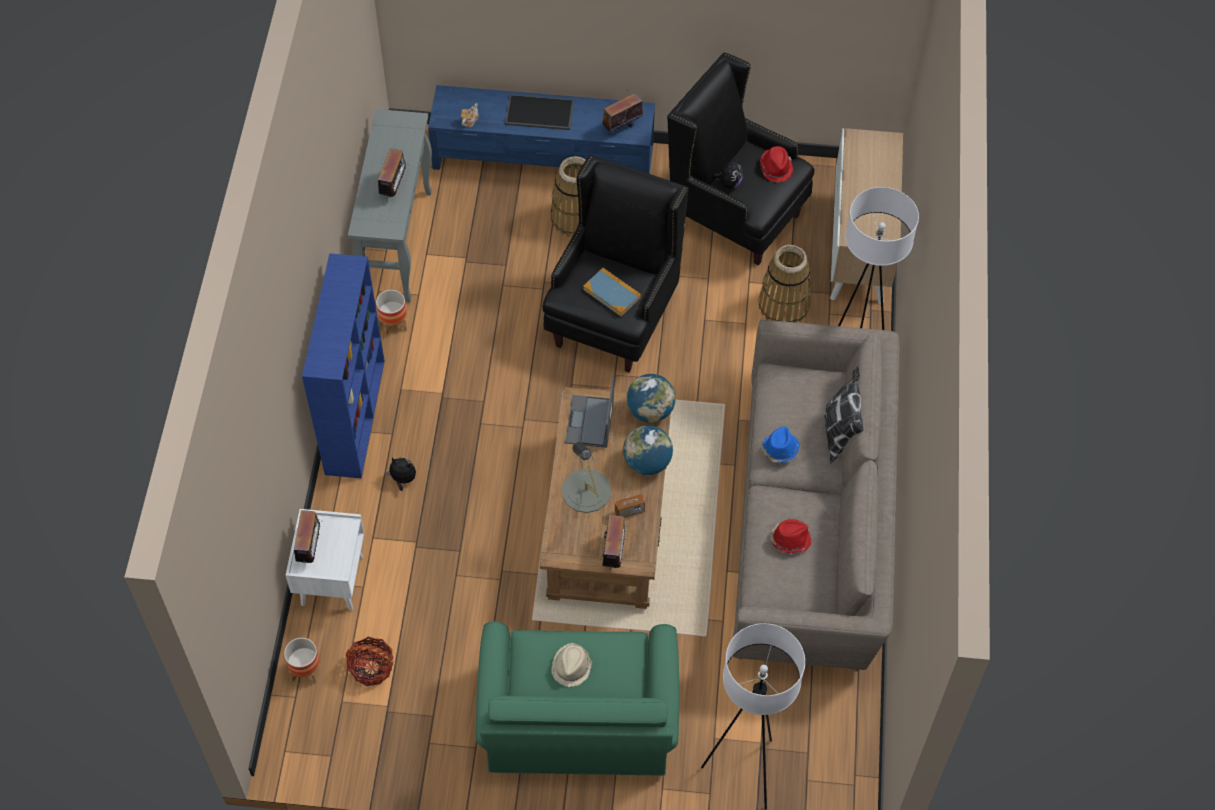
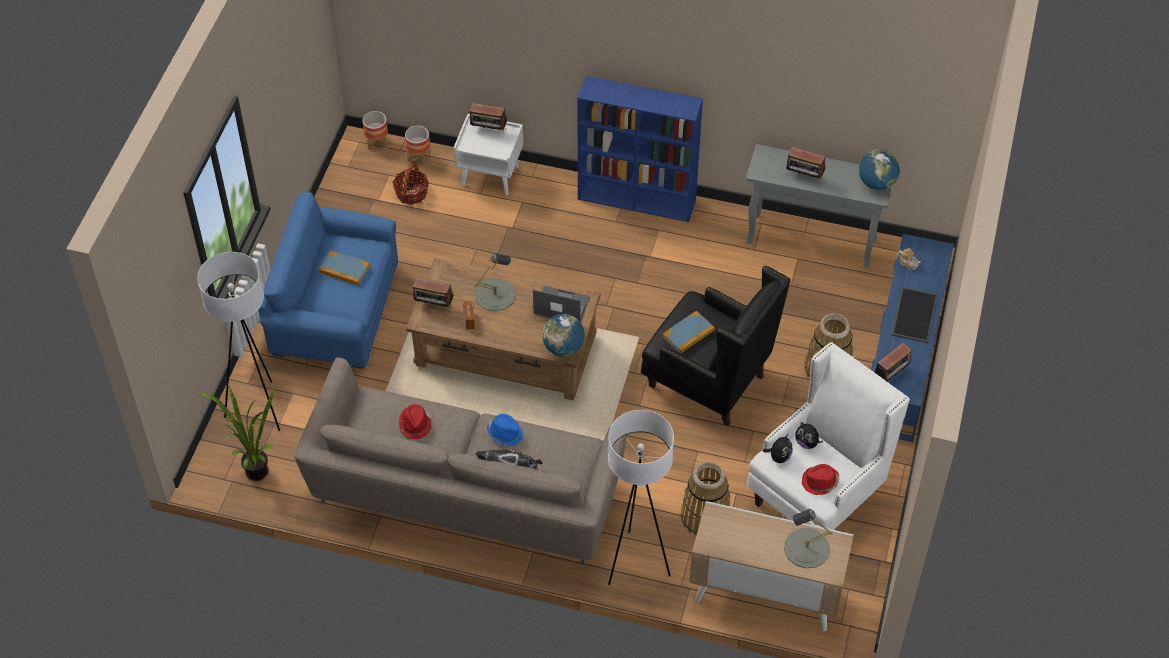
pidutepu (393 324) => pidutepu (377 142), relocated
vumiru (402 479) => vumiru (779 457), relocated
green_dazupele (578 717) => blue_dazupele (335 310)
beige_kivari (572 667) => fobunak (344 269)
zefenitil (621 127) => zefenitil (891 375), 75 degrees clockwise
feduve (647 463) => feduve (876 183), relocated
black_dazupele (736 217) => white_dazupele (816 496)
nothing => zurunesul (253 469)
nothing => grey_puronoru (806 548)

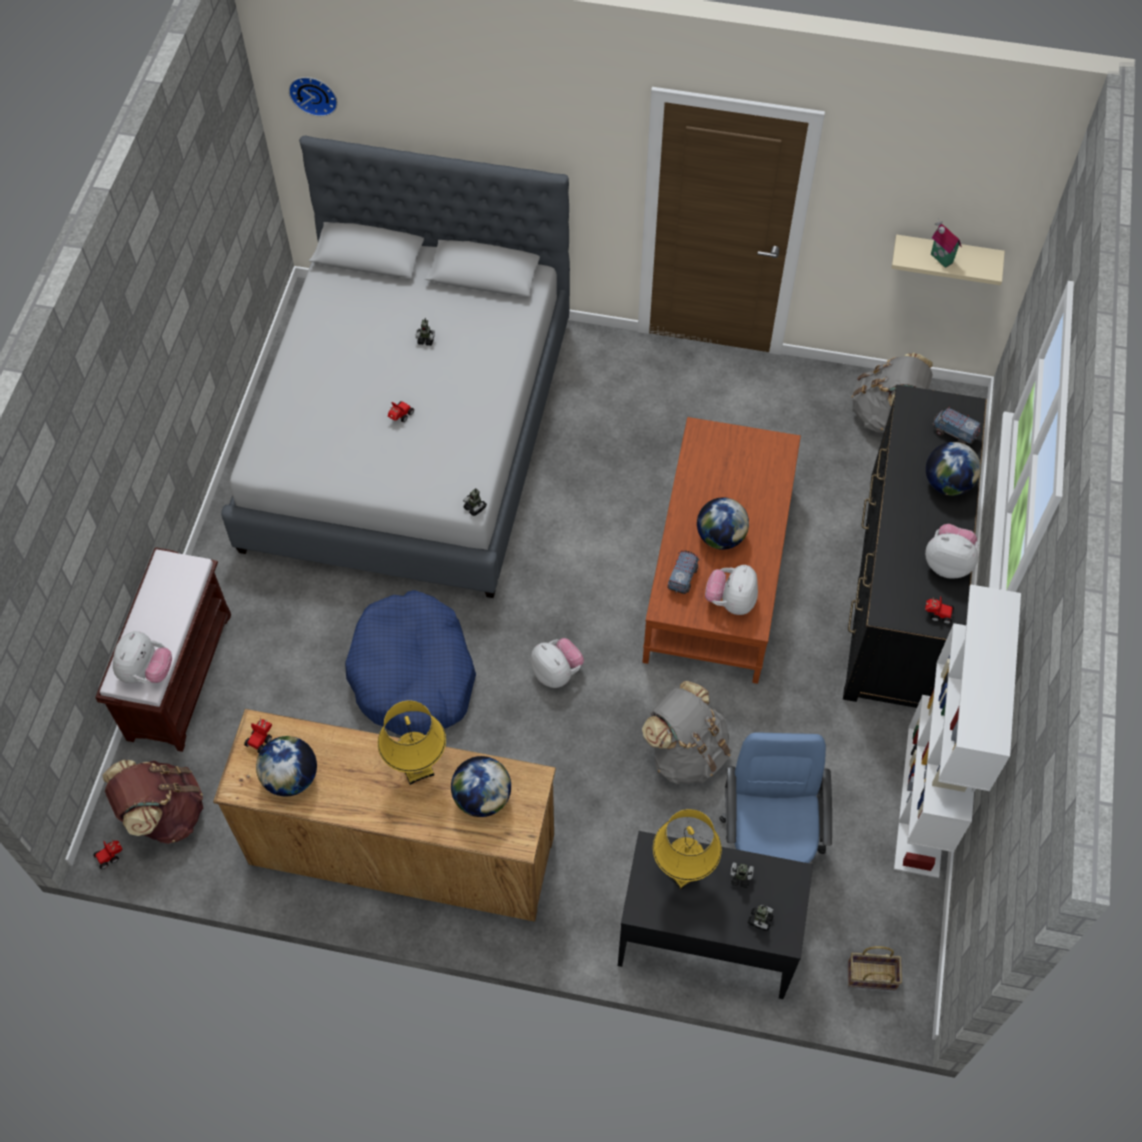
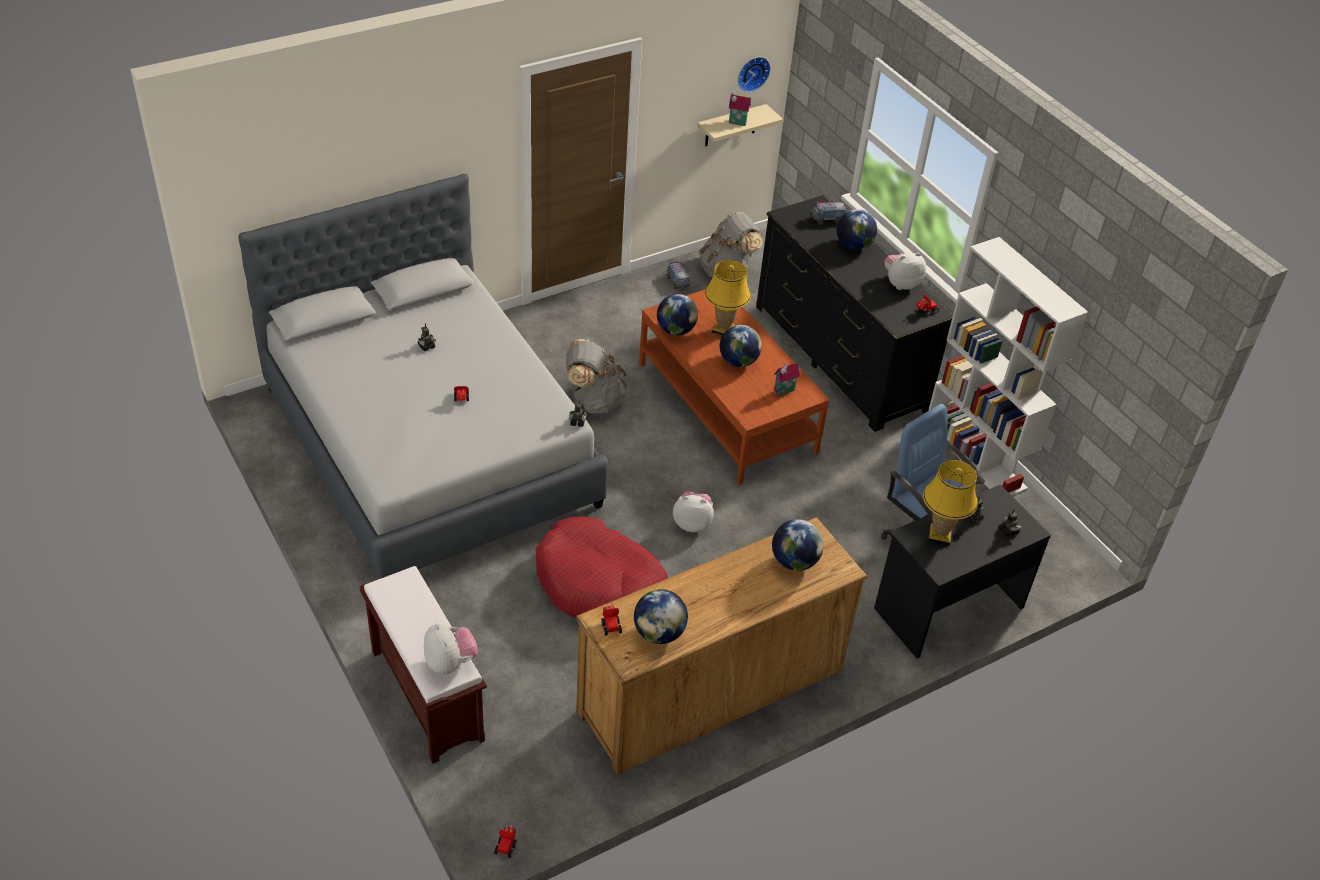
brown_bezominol (164 814) => nothing
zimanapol (314 93) => zimanapol (752 72), relocated
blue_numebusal (413 675) => red_numebusal (599 584)
yellow_puronoru (417 769) => yellow_puronoru (723 330), relocated
grey_bezominol (686 753) => grey_bezominol (594 400), relocated
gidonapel (682 577) => gidonapel (677 282), relocated
vumiru (731 601) => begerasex (784 391)
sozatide (870 977) => nothing
nothing => feduve (676 330)

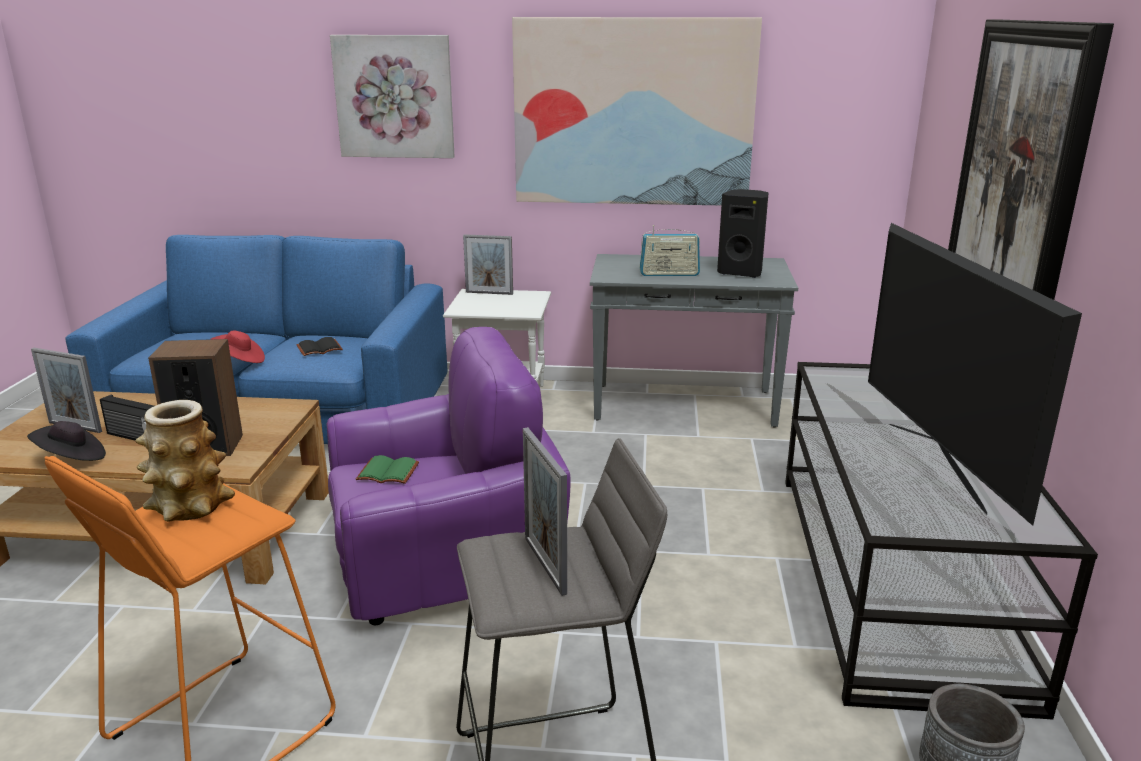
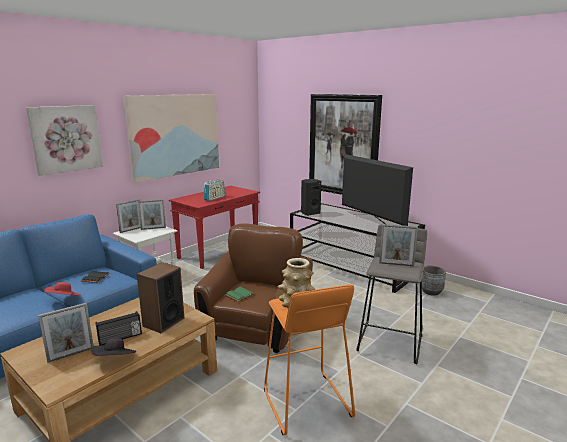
purple_dazupele (445 563) => brown_dazupele (257 326)
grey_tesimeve (685 405) => red_tesimeve (219 252)
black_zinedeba (741 272) => black_zinedeba (310 213), relocated
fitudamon (936 464) => fitudamon (370 222), 150 degrees counterclockwise
nothing => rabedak (153 228)

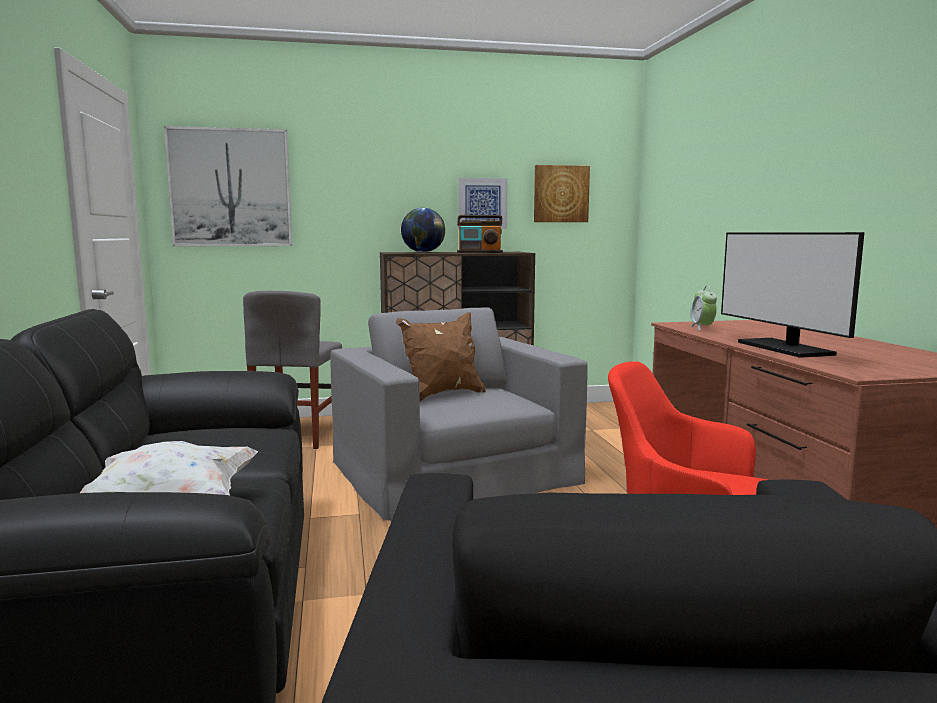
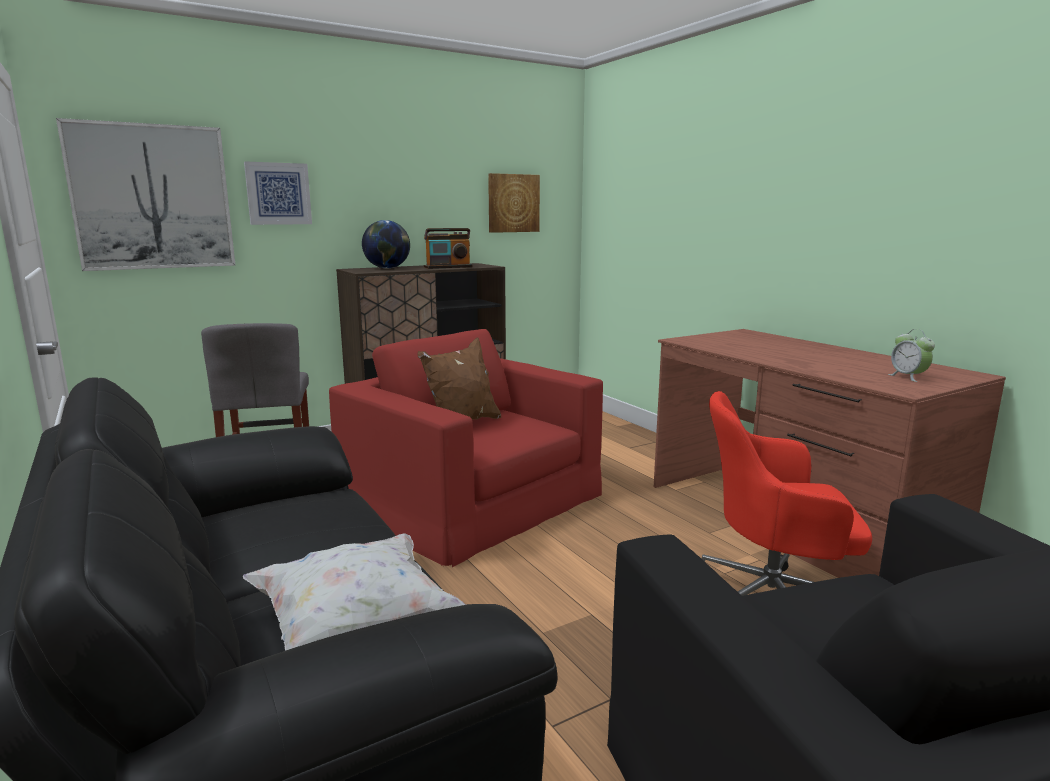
grey_dazupele (454 471) => red_dazupele (471 499)
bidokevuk (482 203) => bidokevuk (278 194), relocated
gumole (702 328) => gumole (908 377), relocated
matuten (784 348) => nothing

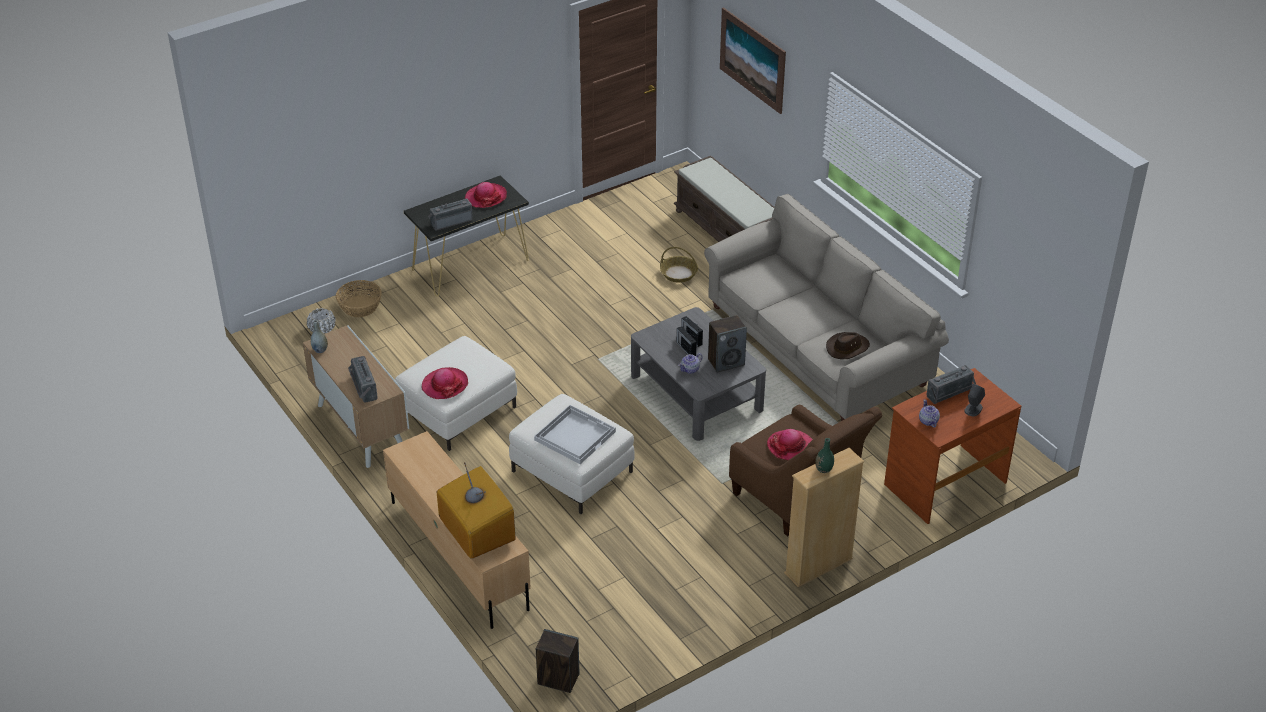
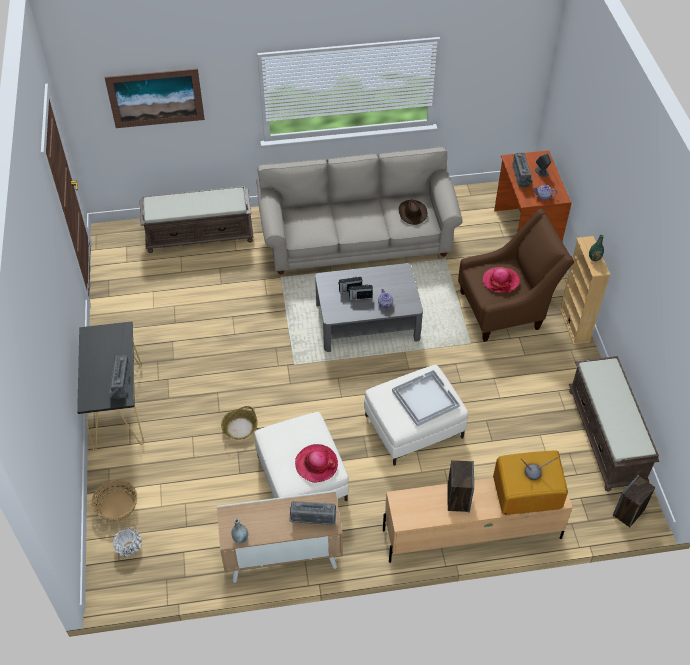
kivari (486 197) => nothing
sozatide (679 273) => sozatide (240 427), relocated
zinedeba (726 362) => zinedeba (458 498), relocated
nothing => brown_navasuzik (606 437)

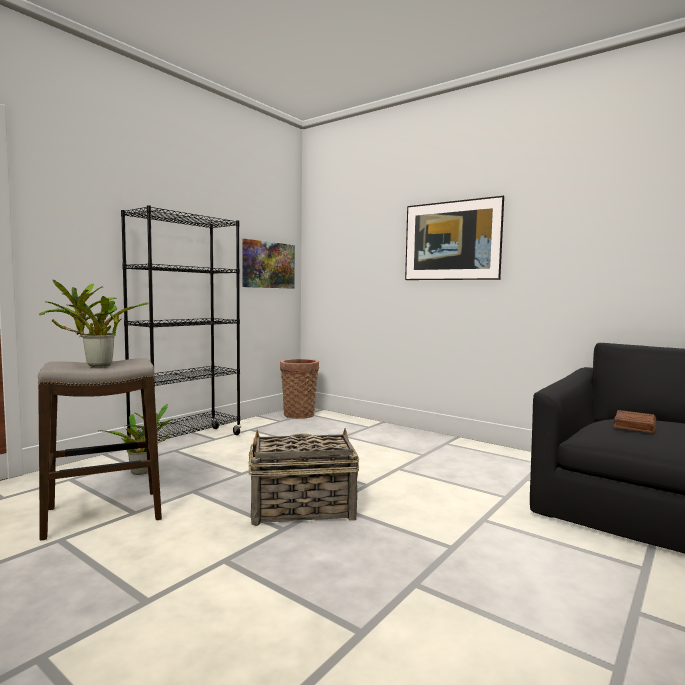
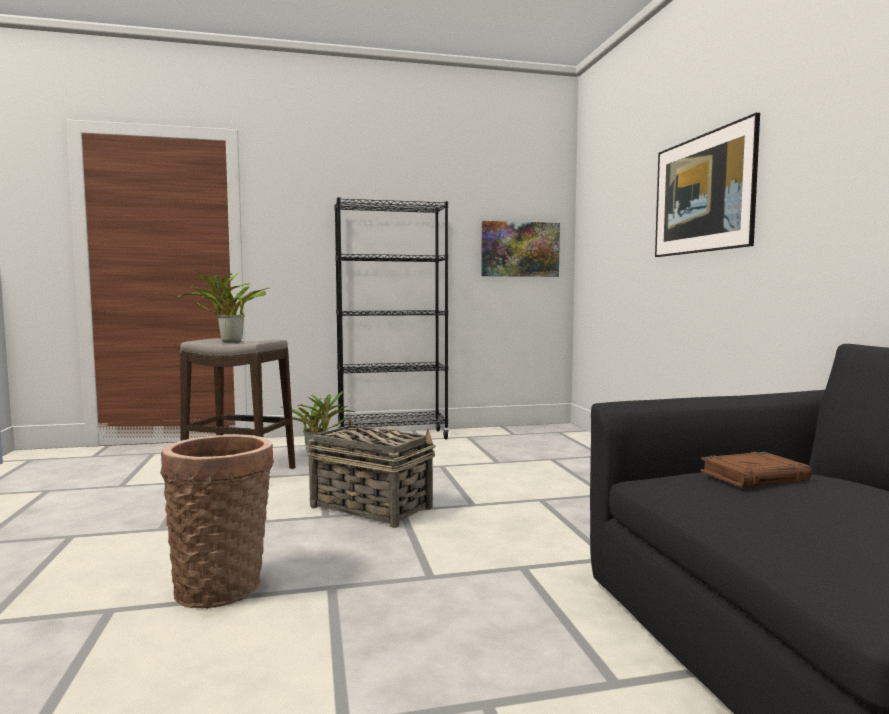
sozatide (299 414) => sozatide (223 585), relocated

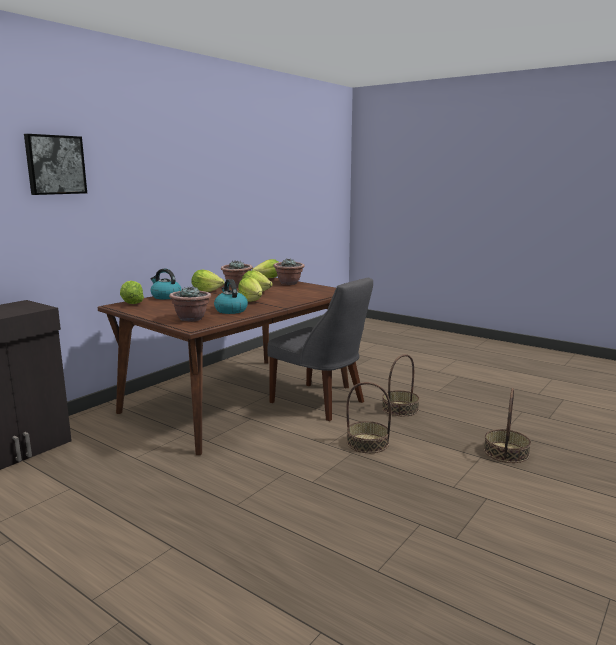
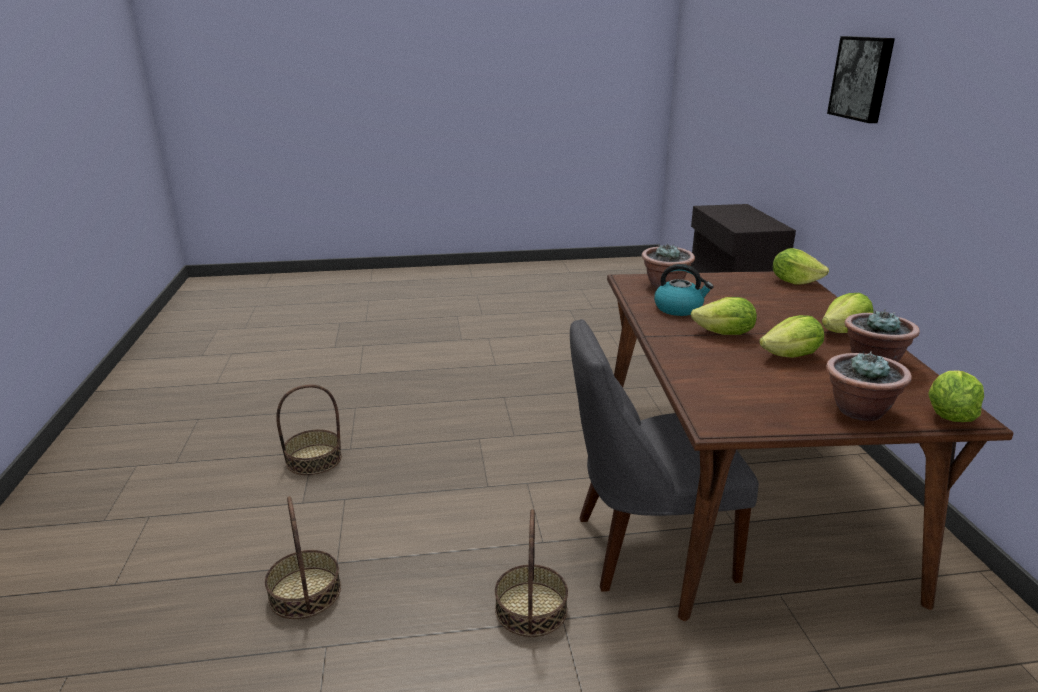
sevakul (165 296) => nothing
sozatide (367 443) => sozatide (314 459), relocated

